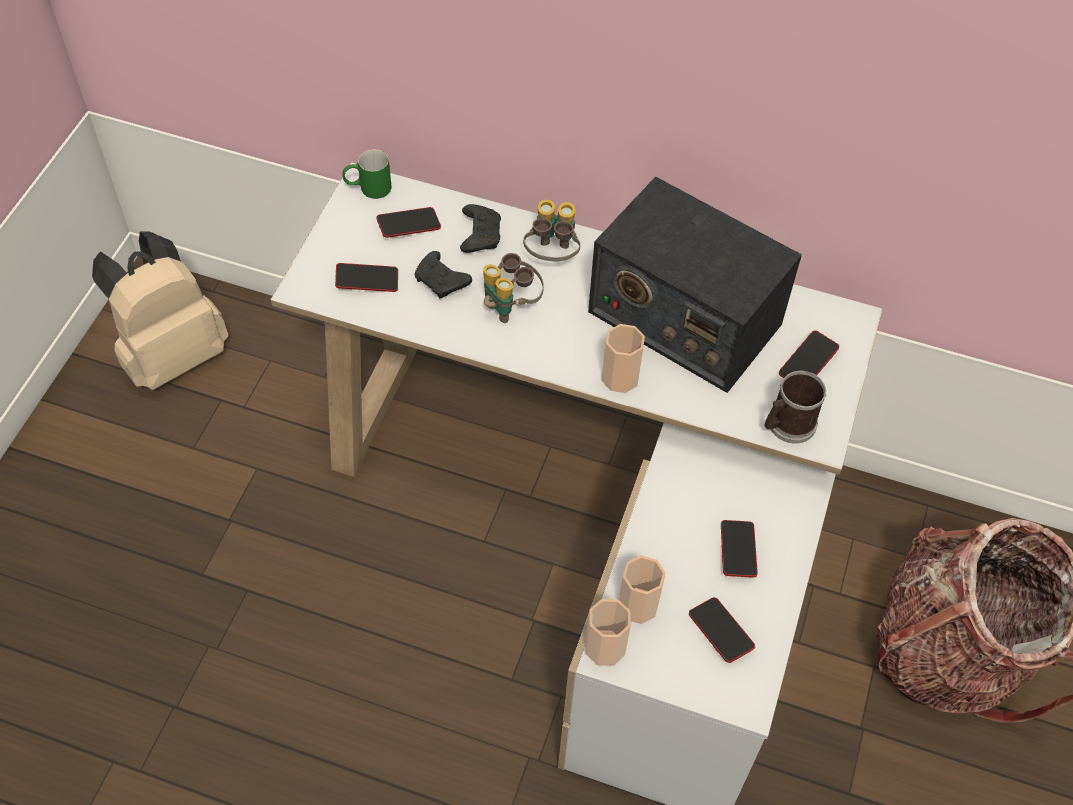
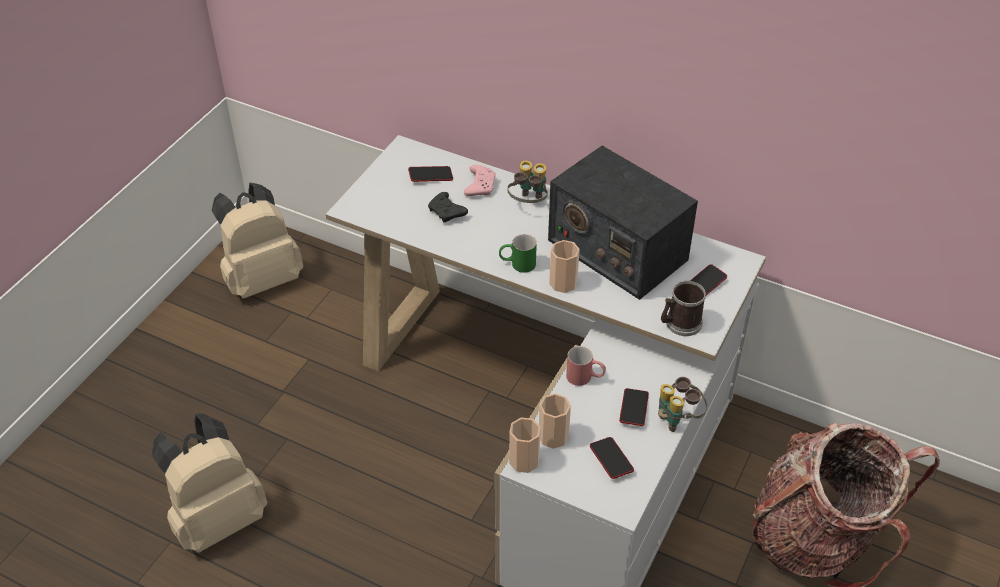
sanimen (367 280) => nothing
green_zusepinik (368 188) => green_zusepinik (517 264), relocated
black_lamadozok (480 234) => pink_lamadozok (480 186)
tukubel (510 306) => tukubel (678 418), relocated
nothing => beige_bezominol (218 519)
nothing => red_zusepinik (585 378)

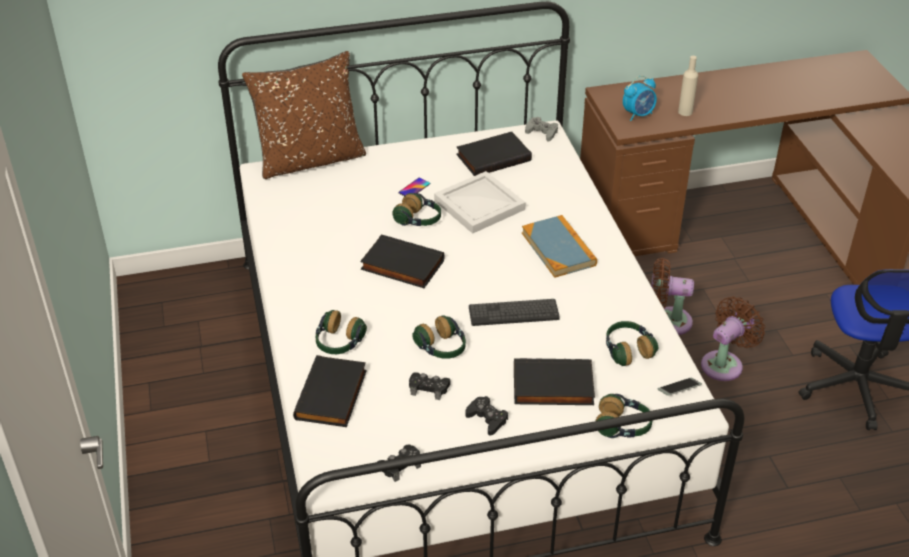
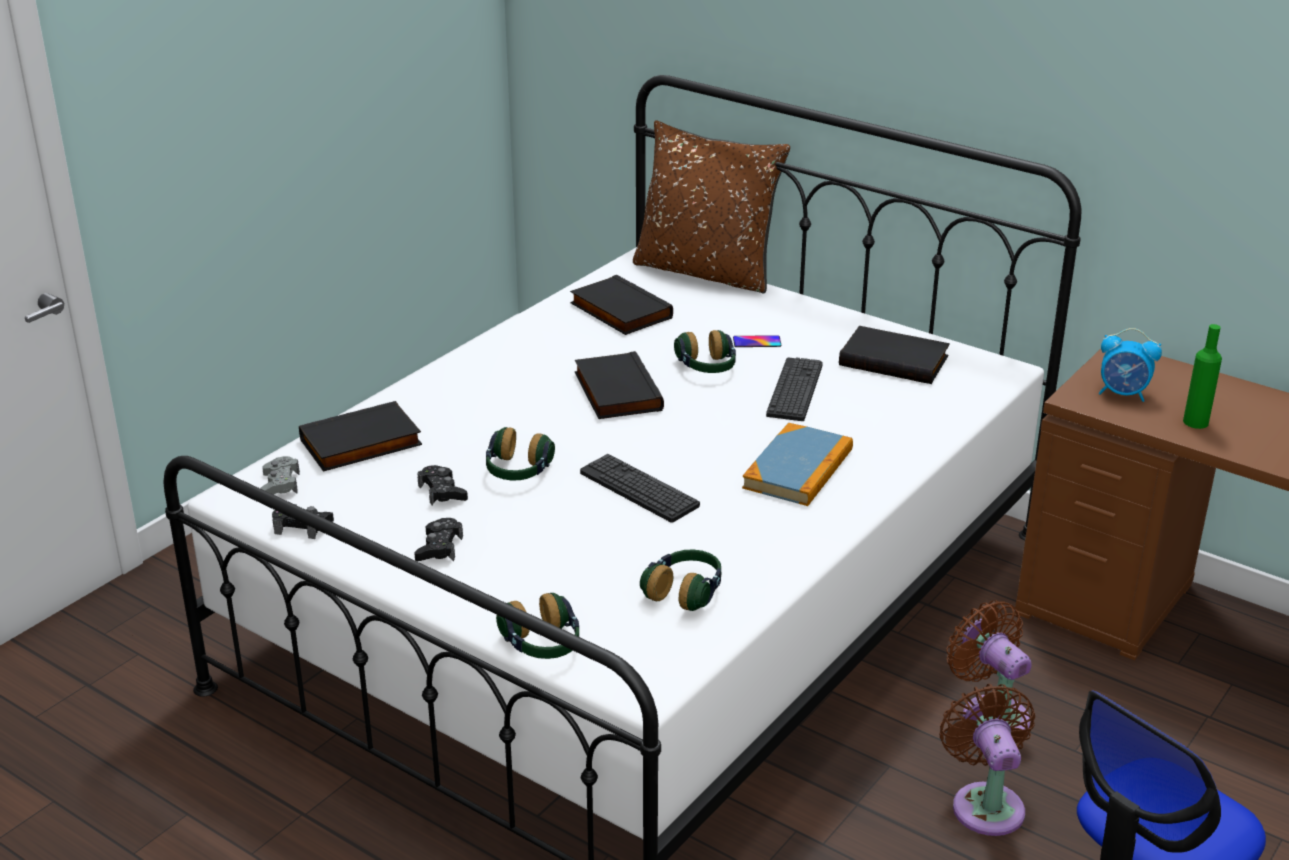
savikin (338 343) => nothing
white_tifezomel (481 205) => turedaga (795 390)
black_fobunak (552 387) => black_fobunak (618 311), relocated
grey_lamadozok (542 132) => grey_lamadozok (280 484), relocated
sanimen (679 389) => nothing
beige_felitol (685 112) => green_felitol (1195 422)
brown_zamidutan (724 364) => brown_zamidutan (986 803), 105 degrees counterclockwise

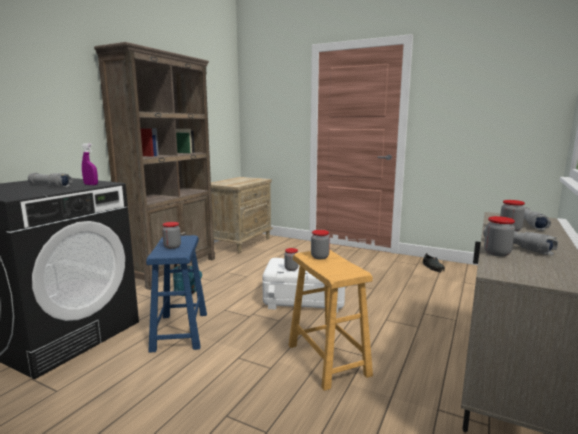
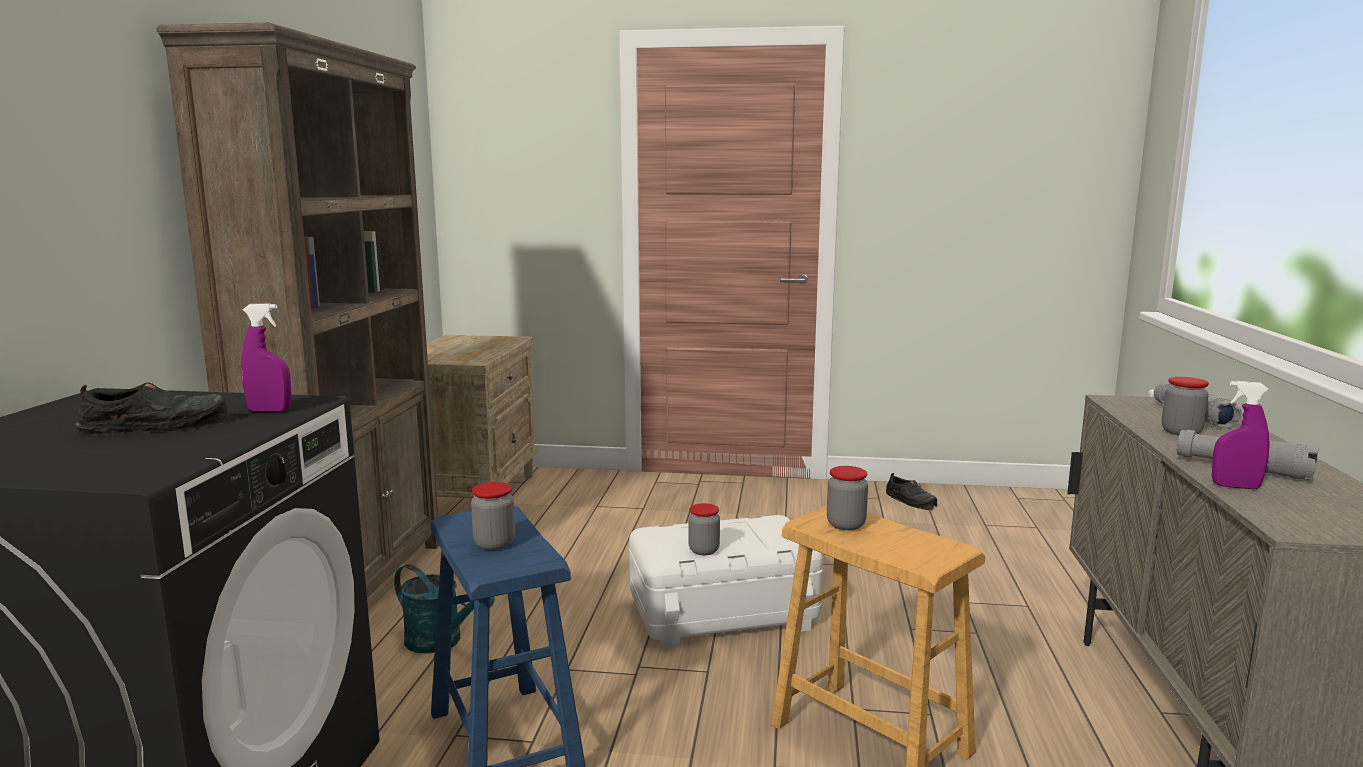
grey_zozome (50 186) => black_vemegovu (158 425)
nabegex (497 253) => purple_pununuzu (1235 486)

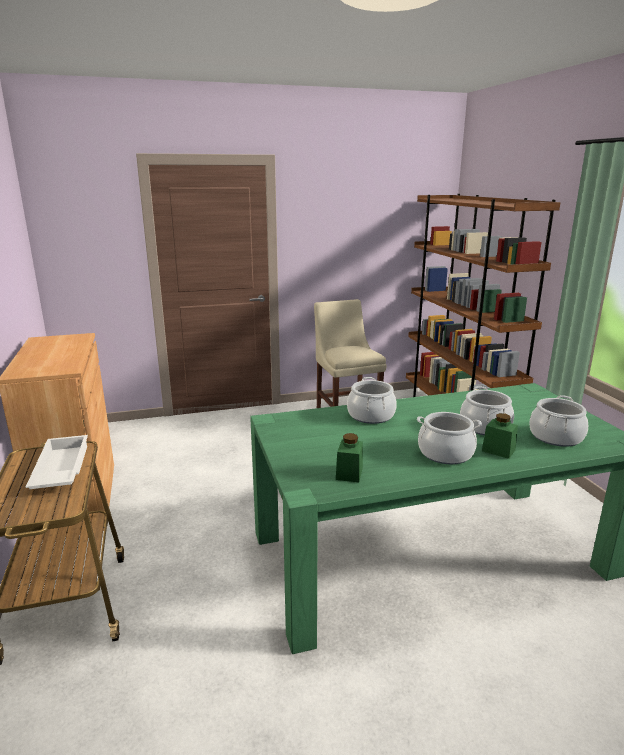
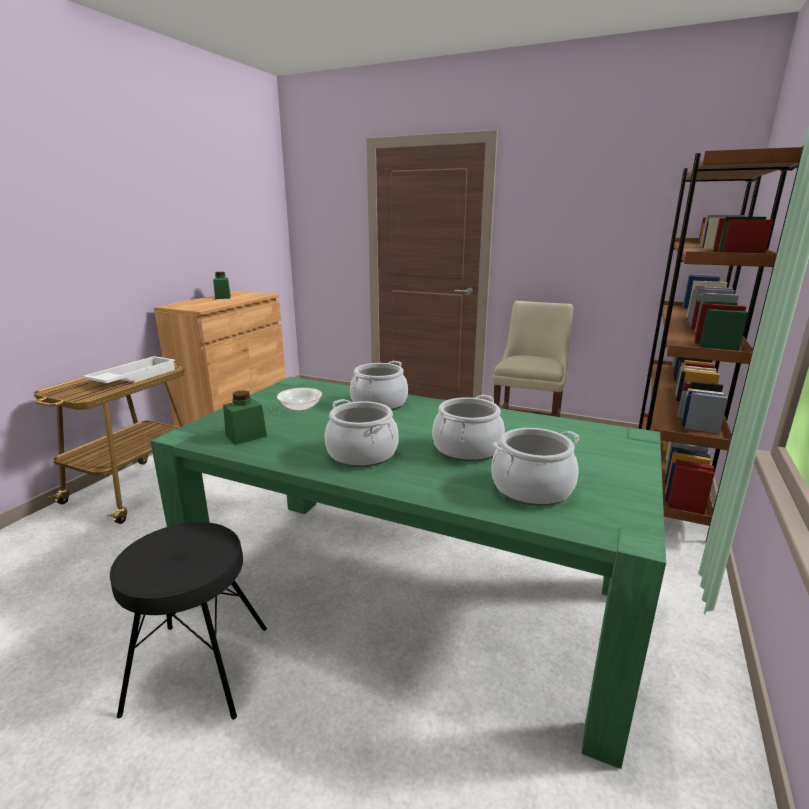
green_nabegex (498 450) => green_nabegex (223 297), relocated
nothing => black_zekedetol (199 668)
nothing => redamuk (300 407)

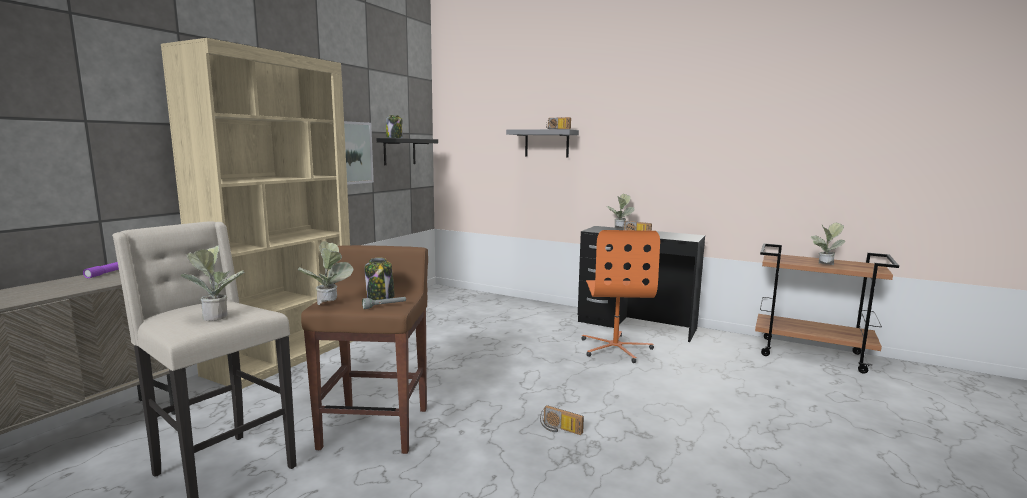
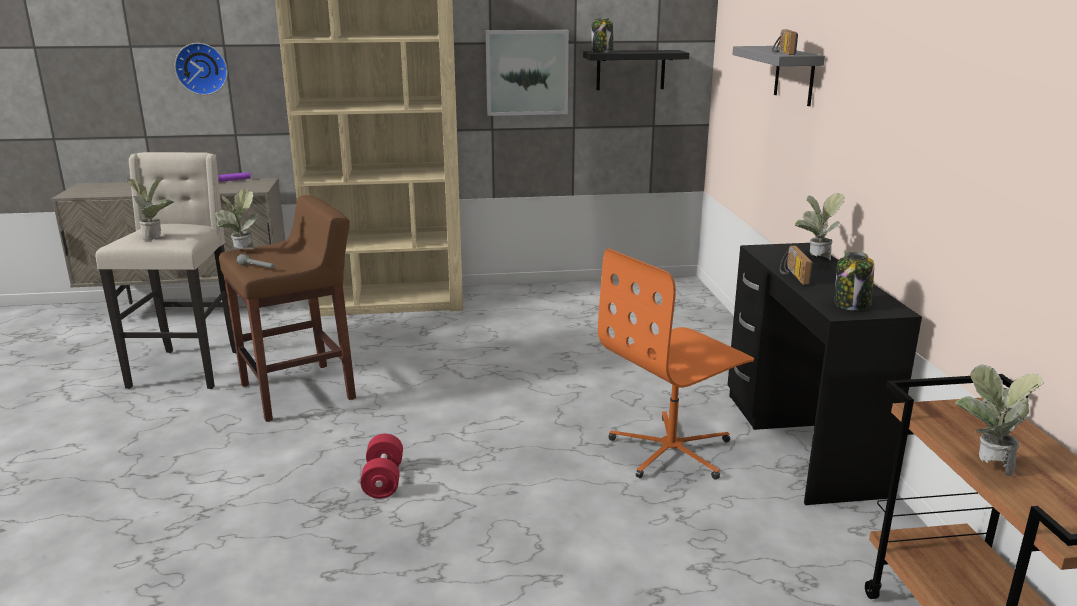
nabegex (380 298) => nabegex (852 304), relocated
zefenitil (559 429) => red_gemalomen (383 480)
nothing => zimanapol (202 68)

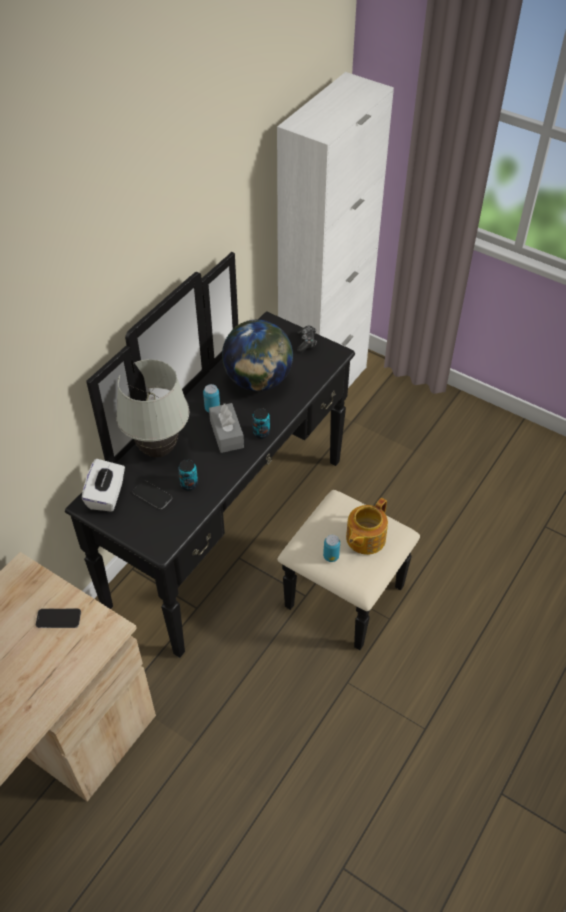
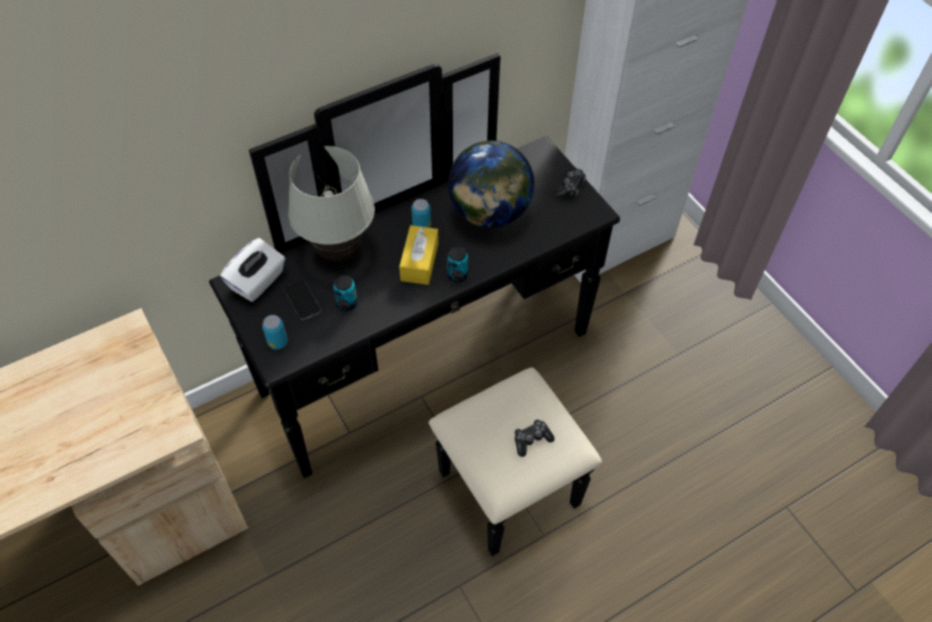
sanimen (58 619) => nothing
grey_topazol (226 434) => yellow_topazol (419 262)
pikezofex (331 556) => pikezofex (278 342), relocated
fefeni (364 538) => lamadozok (531 439)

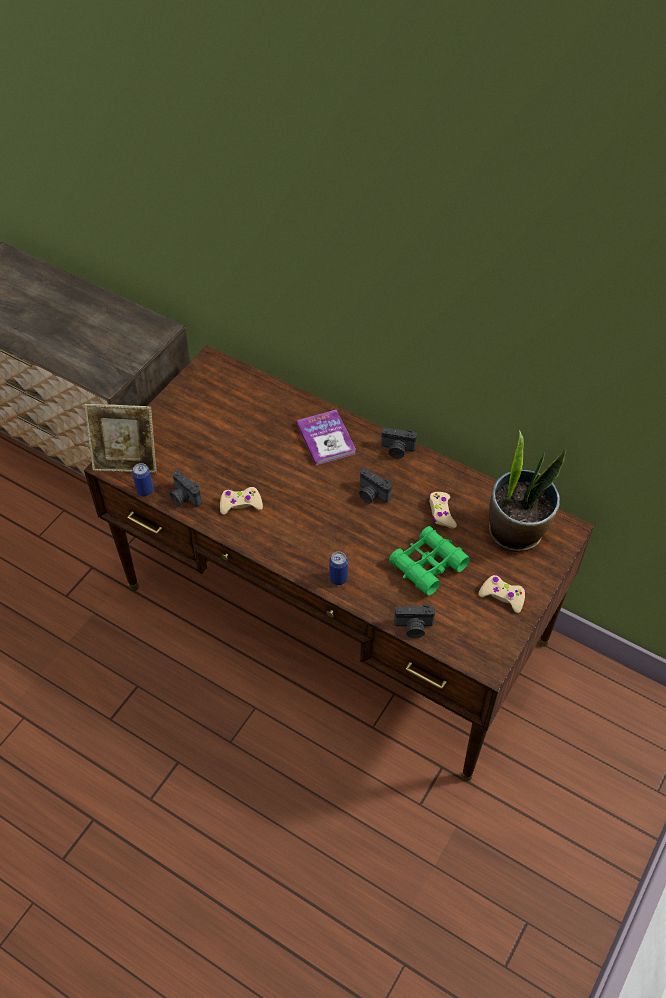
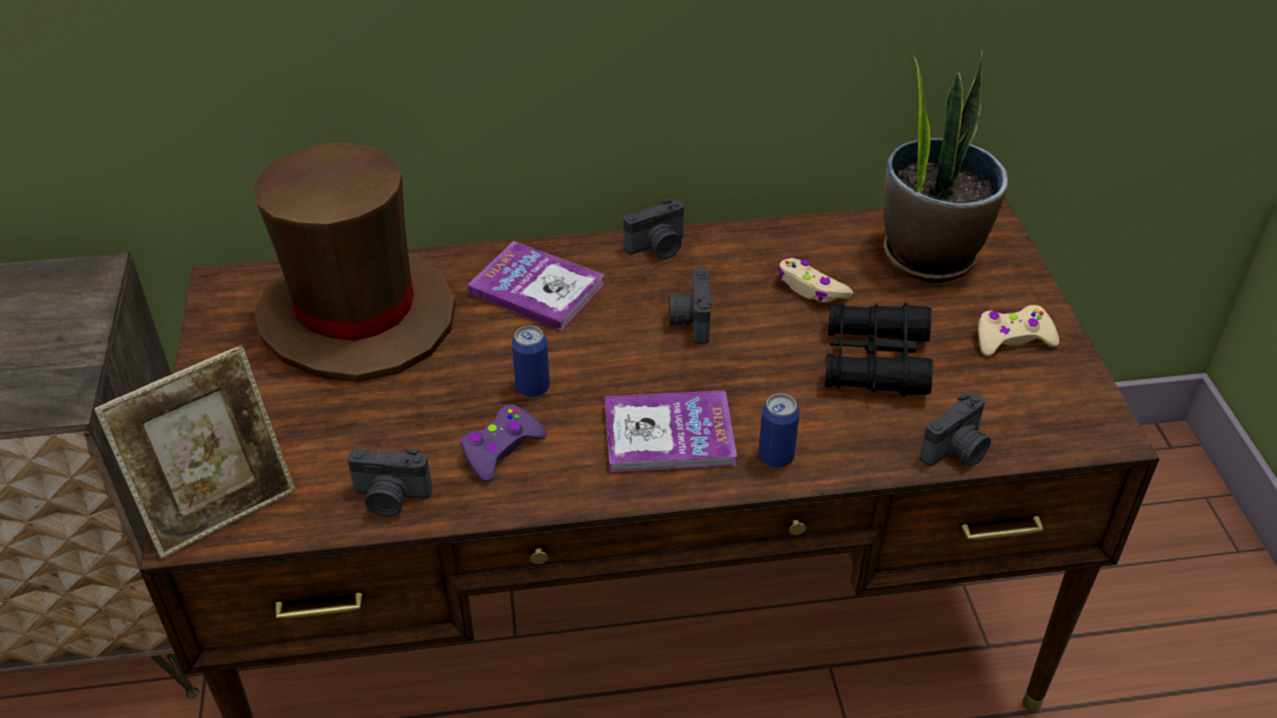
pikezofex (145 490) => pikezofex (532 387), relocated
beige_lamadozok (240 504) => purple_lamadozok (501 449)
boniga (371 495) => boniga (690 321), 90 degrees clockwise
green_tukubel (427 565) => black_tukubel (875 361)
nothing => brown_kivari (357 316)
nothing => fobunak (669 434)

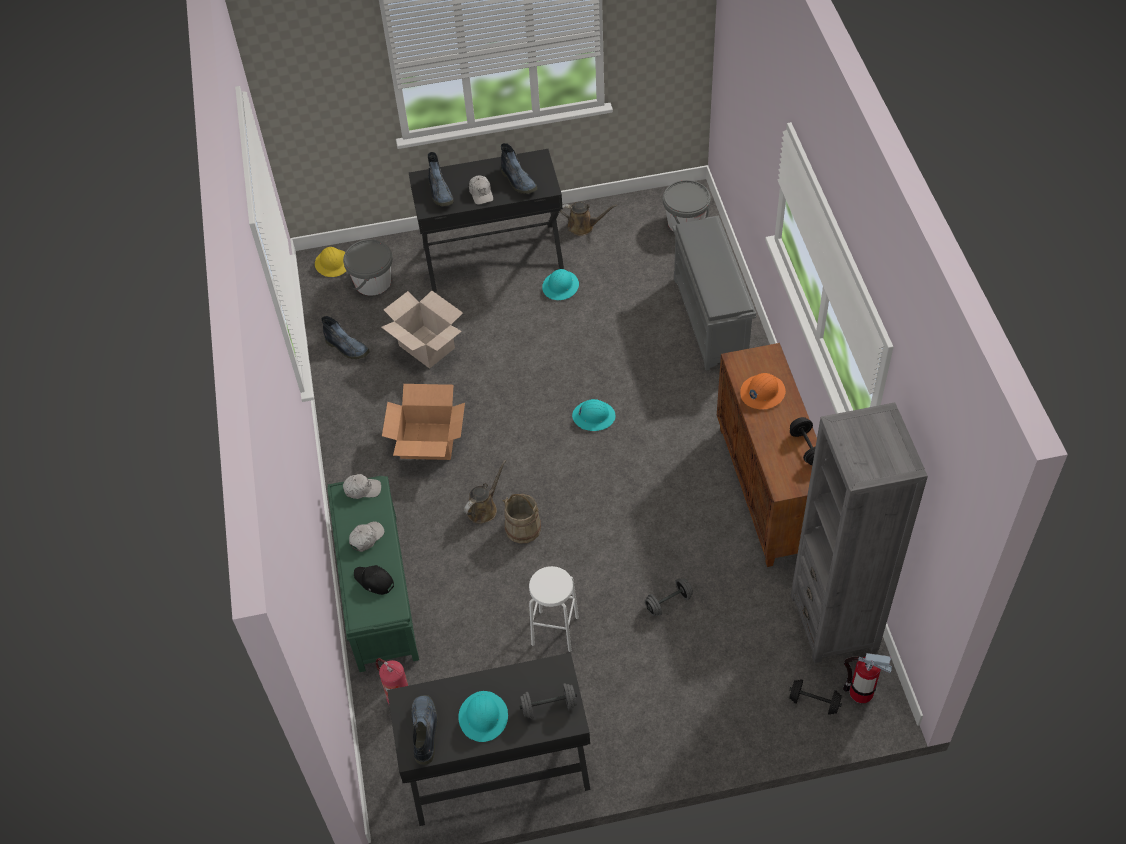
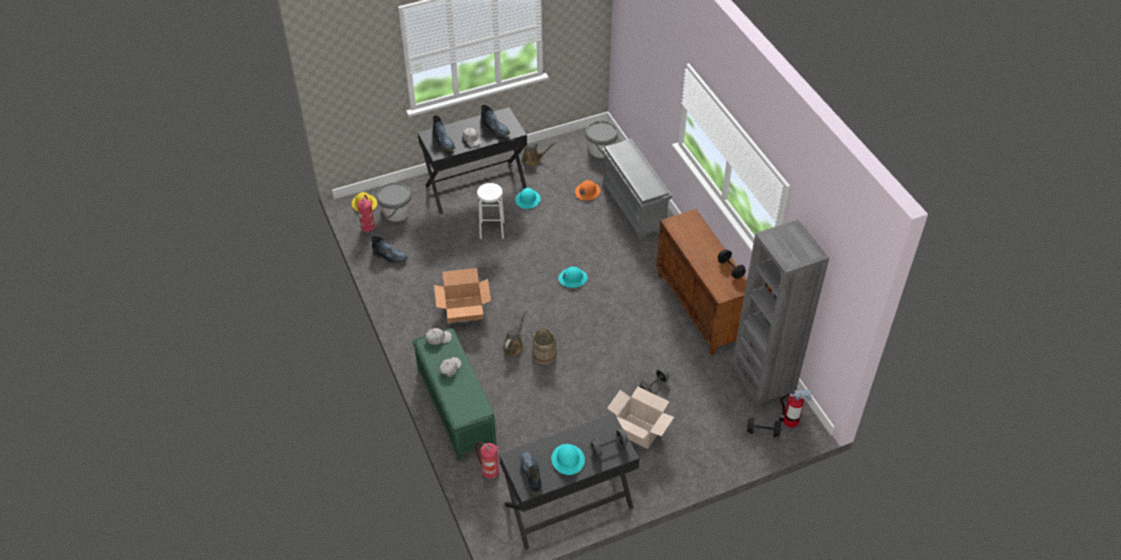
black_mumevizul (374 581) => nothing
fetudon (426 347) => fetudon (638 431), relocated
white_zekedetol (555 631) => white_zekedetol (492 230), relocated
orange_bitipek (762 392) => orange_bitipek (587 192), relocated
nothing => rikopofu (368 229)

